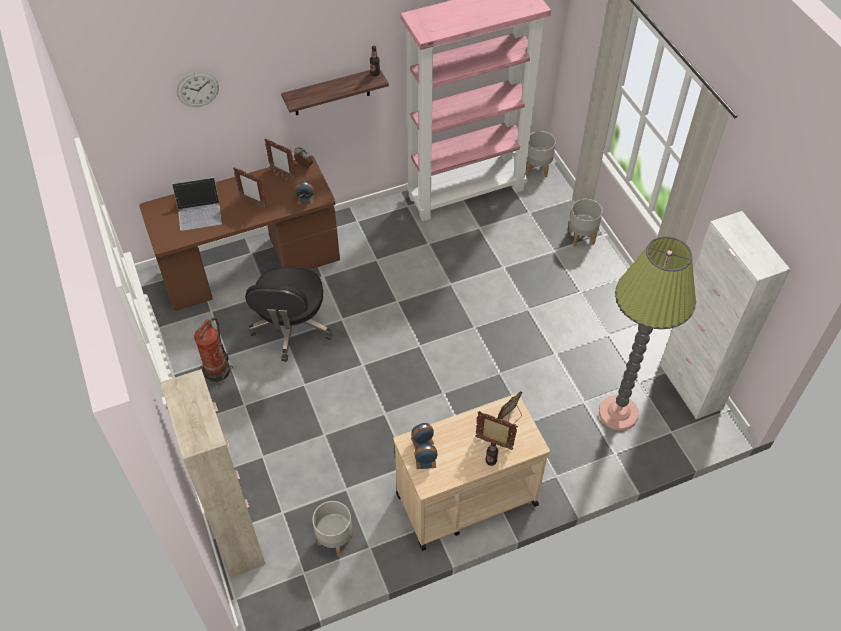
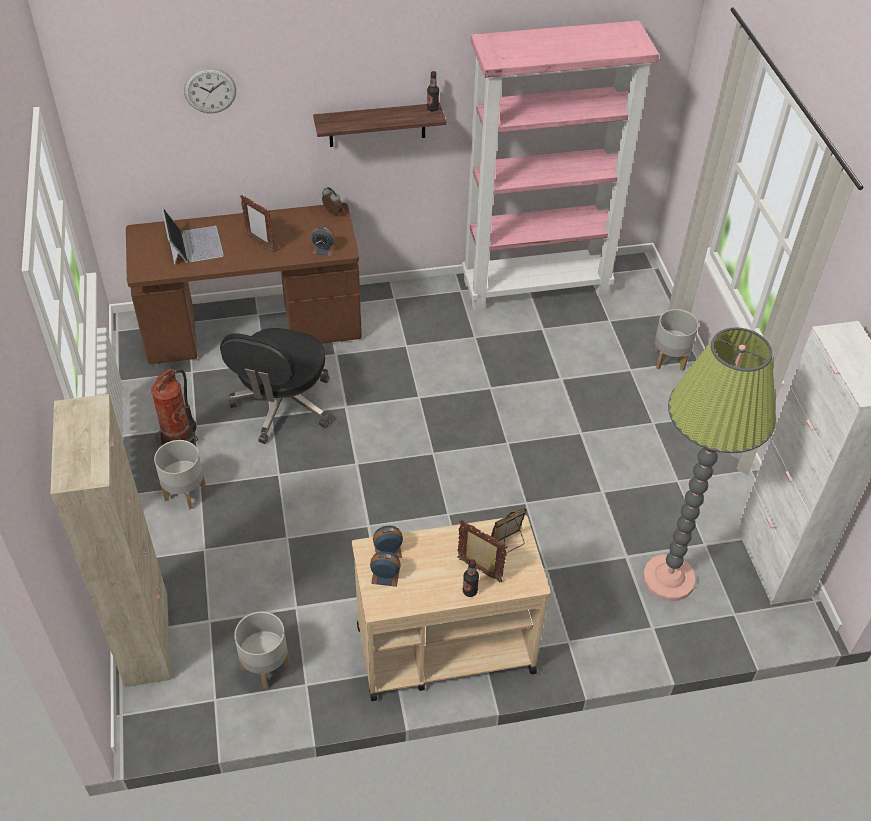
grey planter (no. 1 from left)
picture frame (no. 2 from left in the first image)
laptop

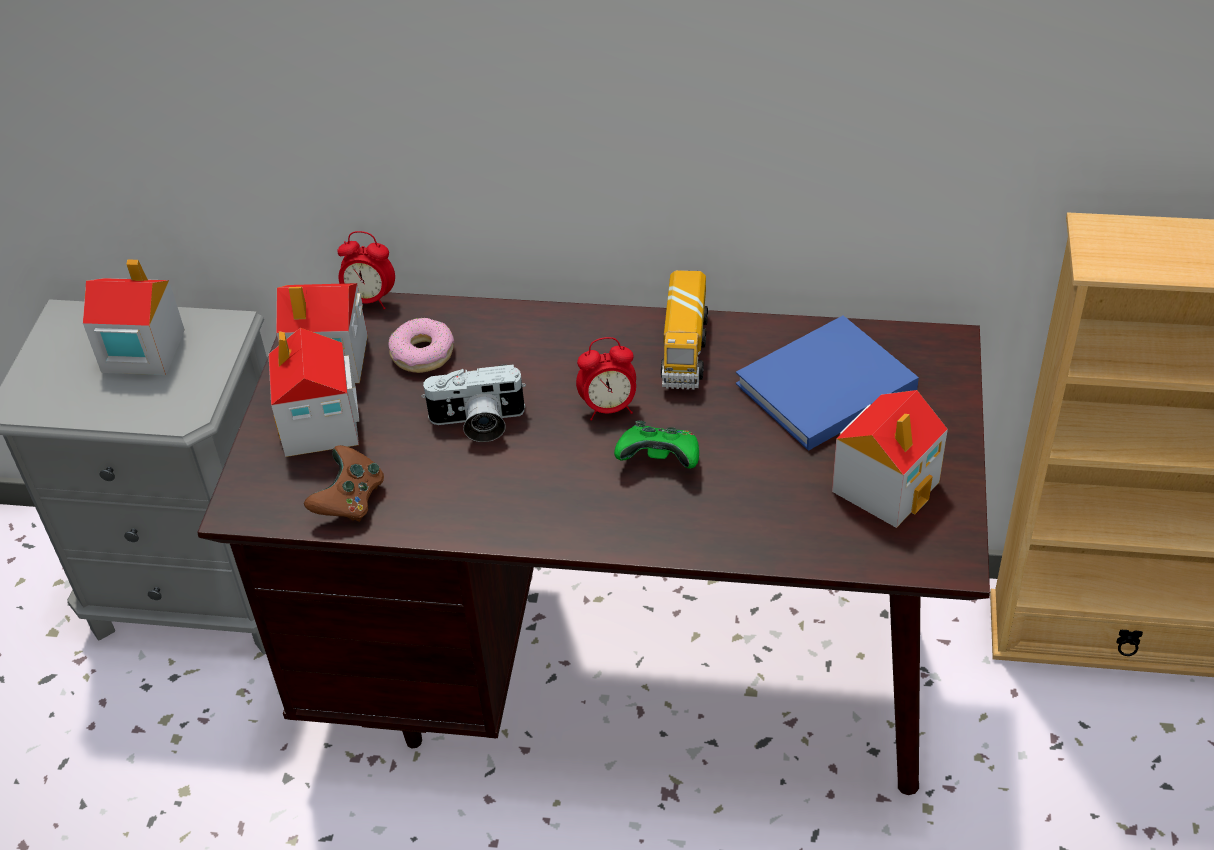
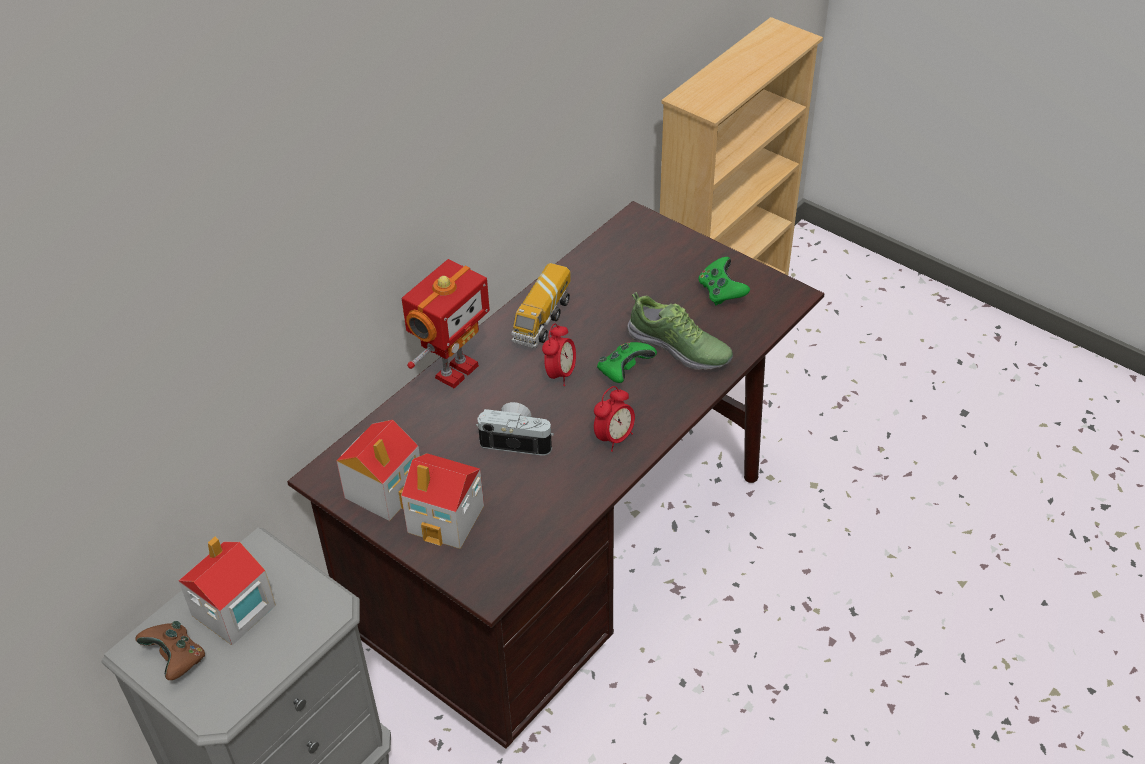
alarm clock (no. 2 from left)
toy truck
blue book
donut
photo camera
green game controller (no. 2 from left)
brown game controller
toy robot
shoe

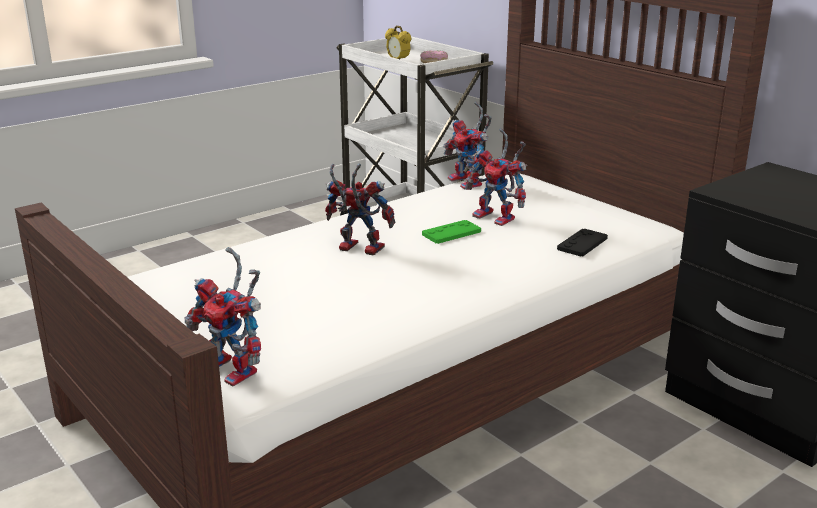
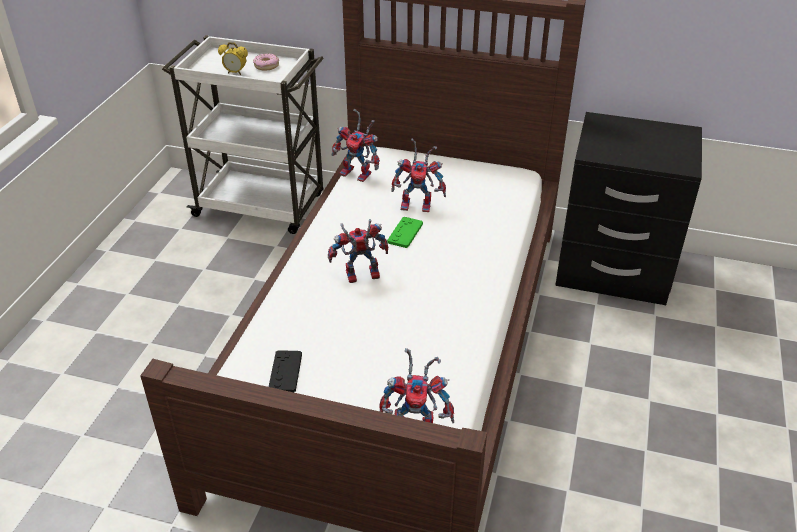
black game controller

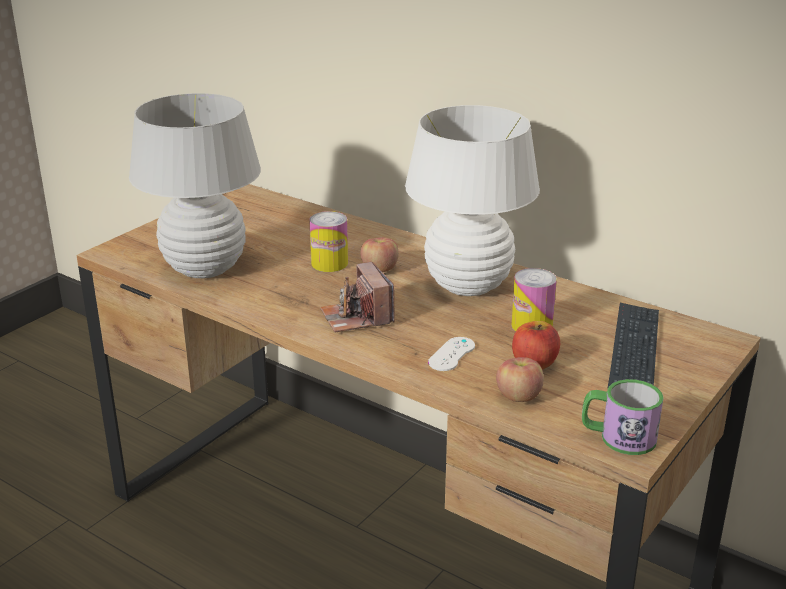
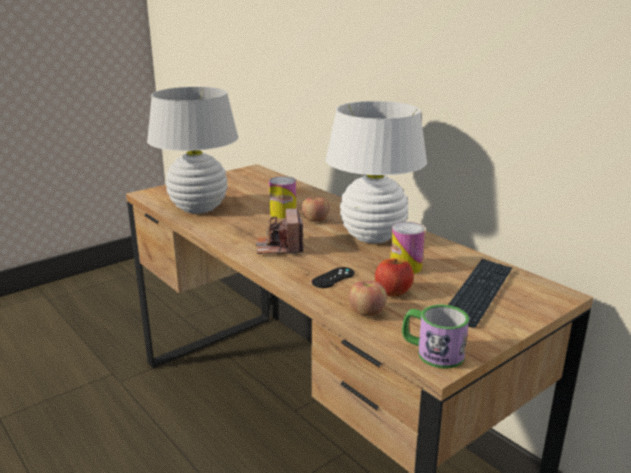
black game controller

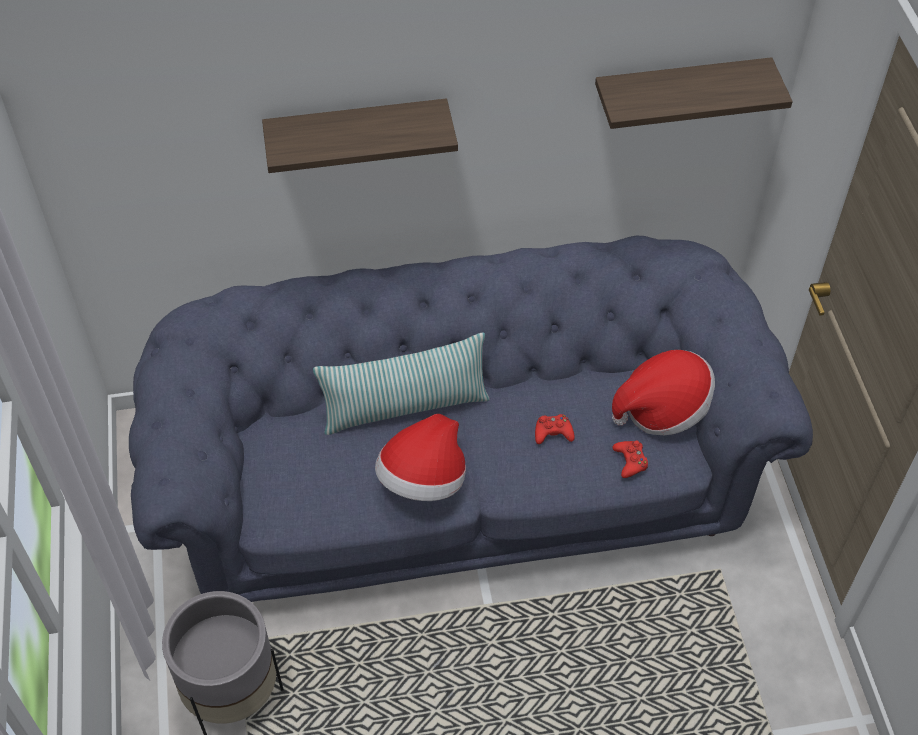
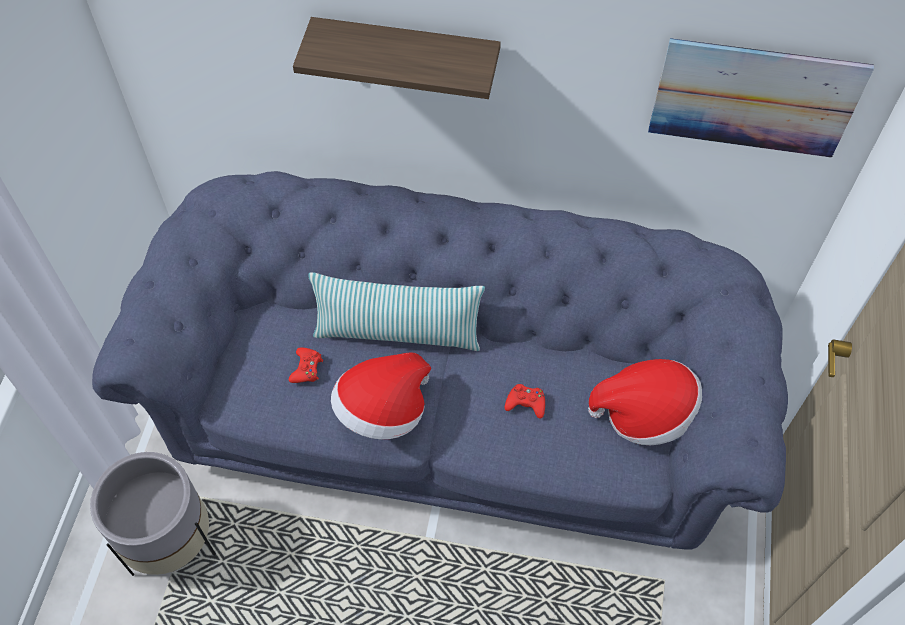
picture
red game controller (no. 1 from left)

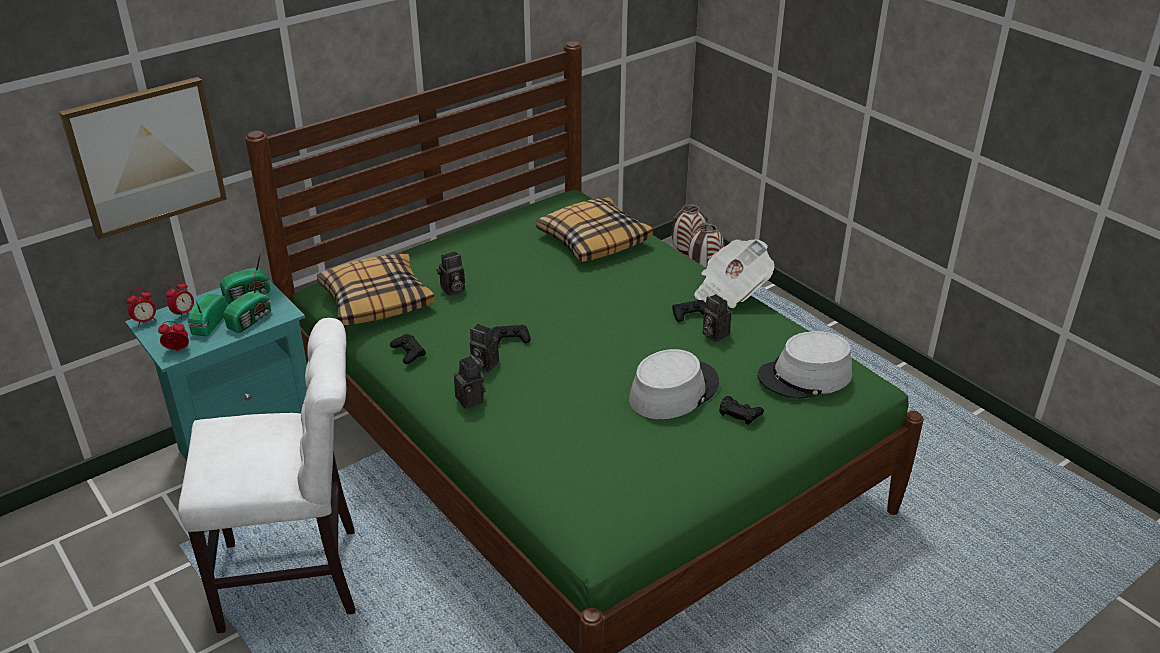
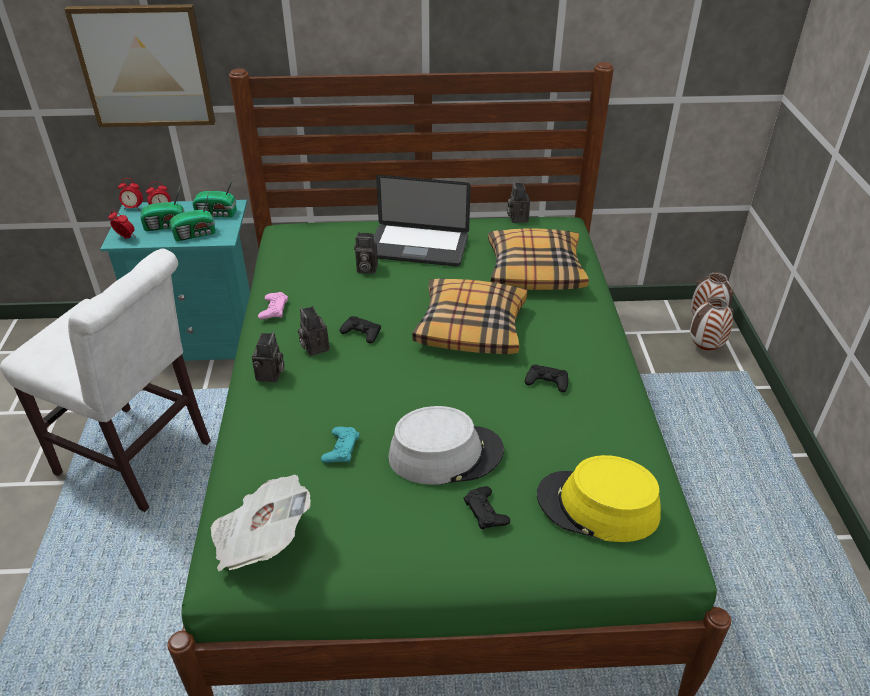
newspaper
pillow (no. 1 from left)
radio (no. 1 from left)
photo camera (no. 4 from left)
yellow hat
pink game controller
laptop
turquoise game controller

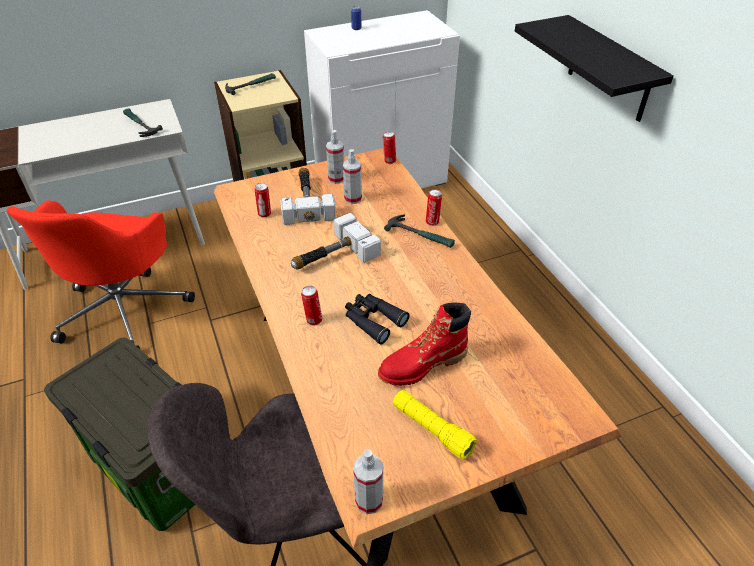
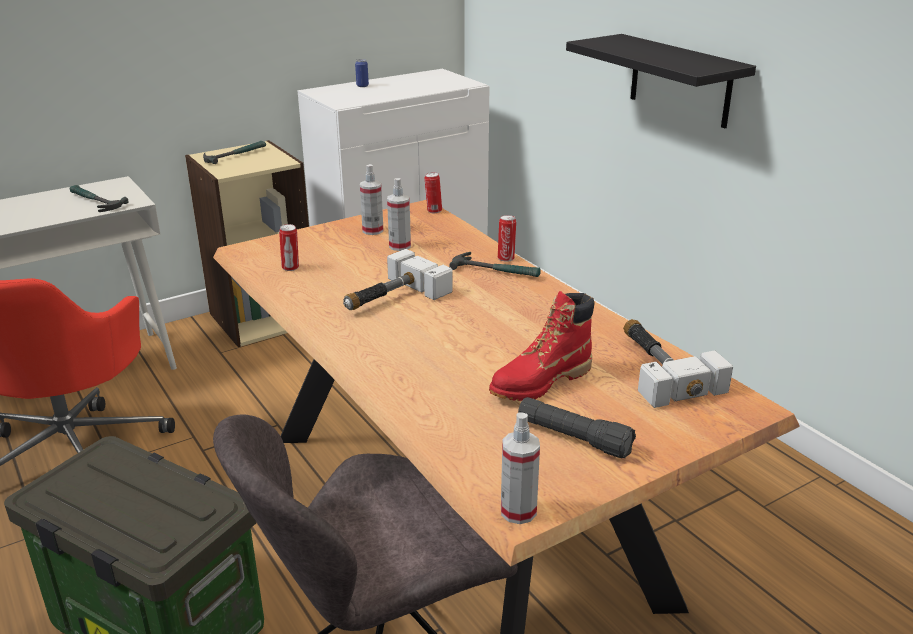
hammer (no. 5 from left)
can (no. 2 from left in the first image)
black binoculars
black flashlight

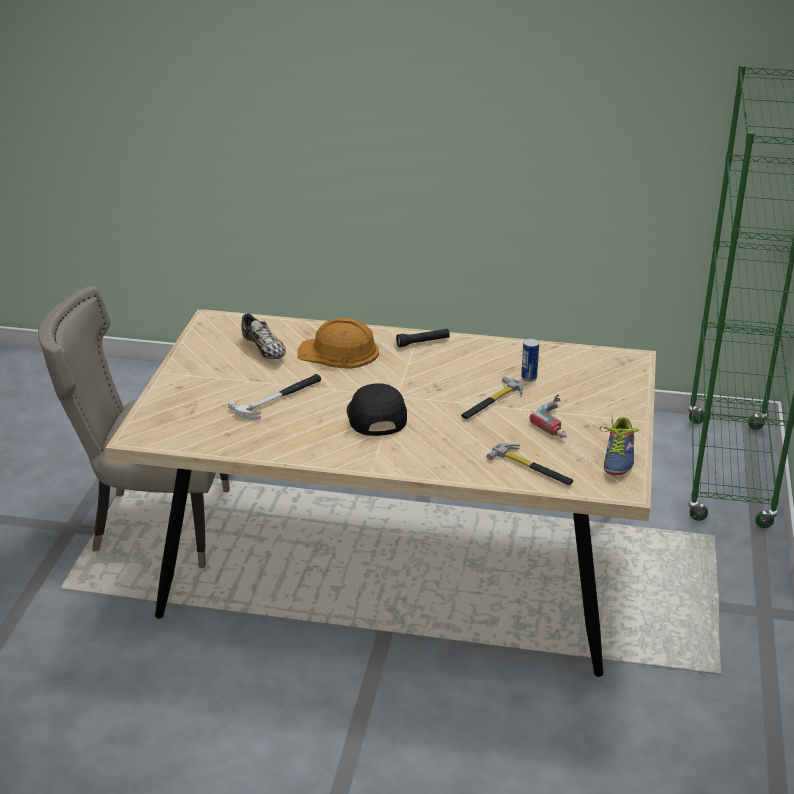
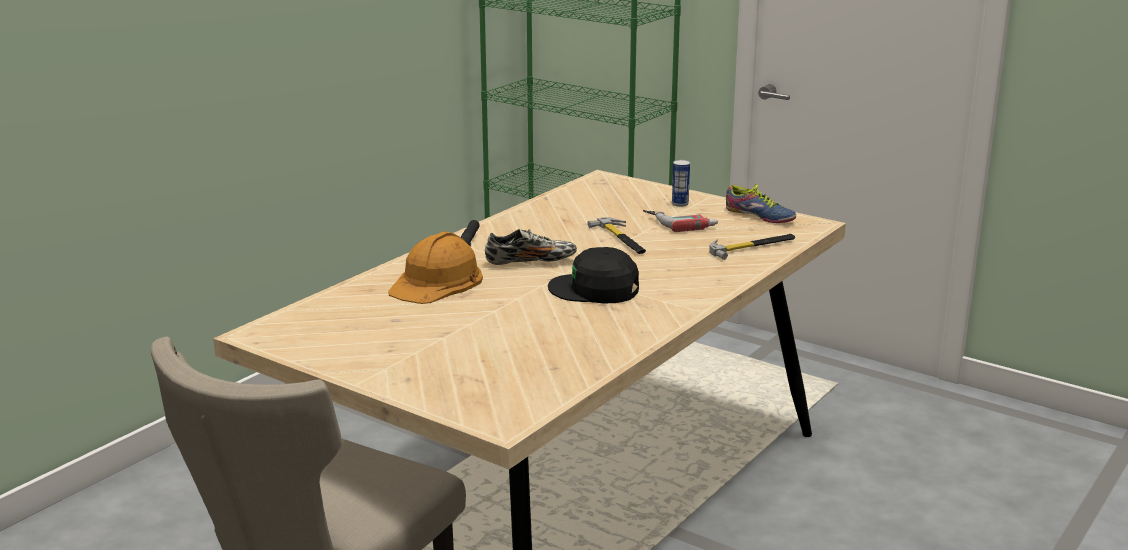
shoe (no. 1 from left)
can
hammer (no. 1 from left in the first image)

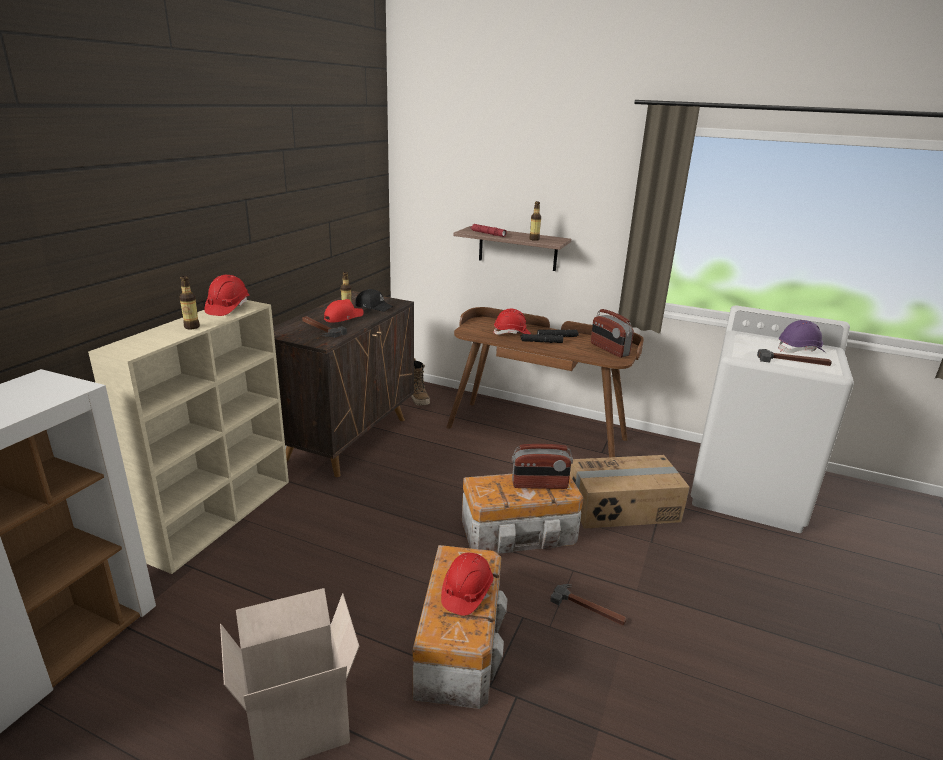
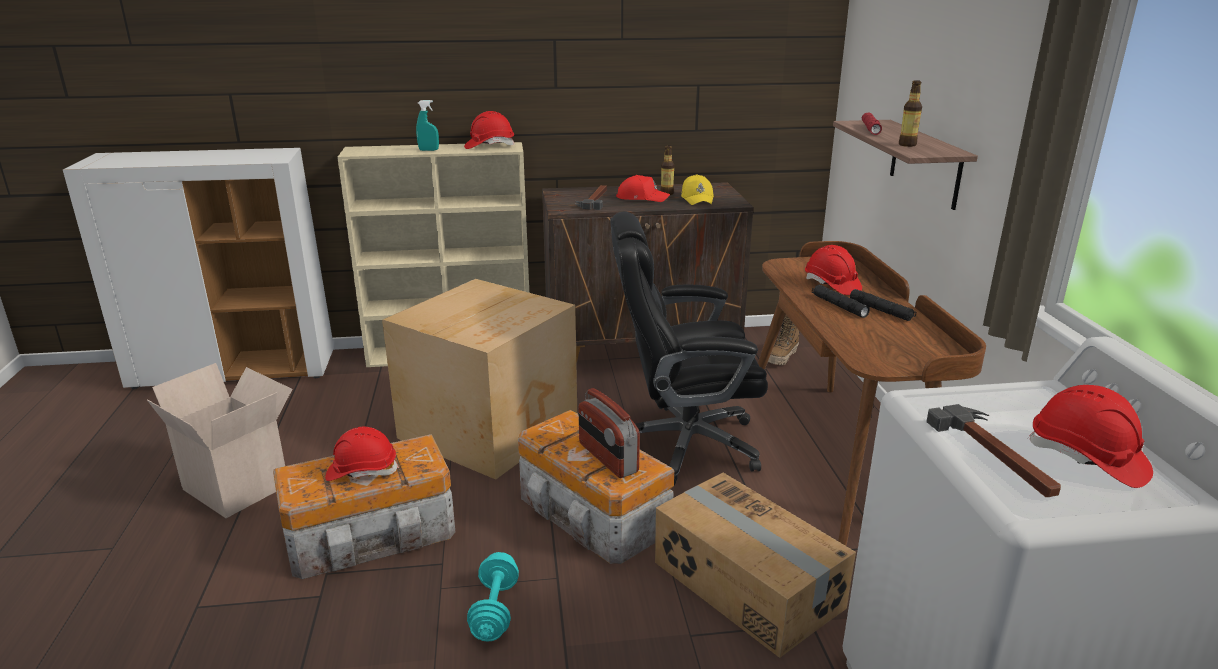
turquoise spray bottle
yellow cap
radio (no. 2 from left in the first image)
red hard hat (no. 4 from left)
turquoise dumbbell
black office chair
cardboard box (no. 2 from left)

